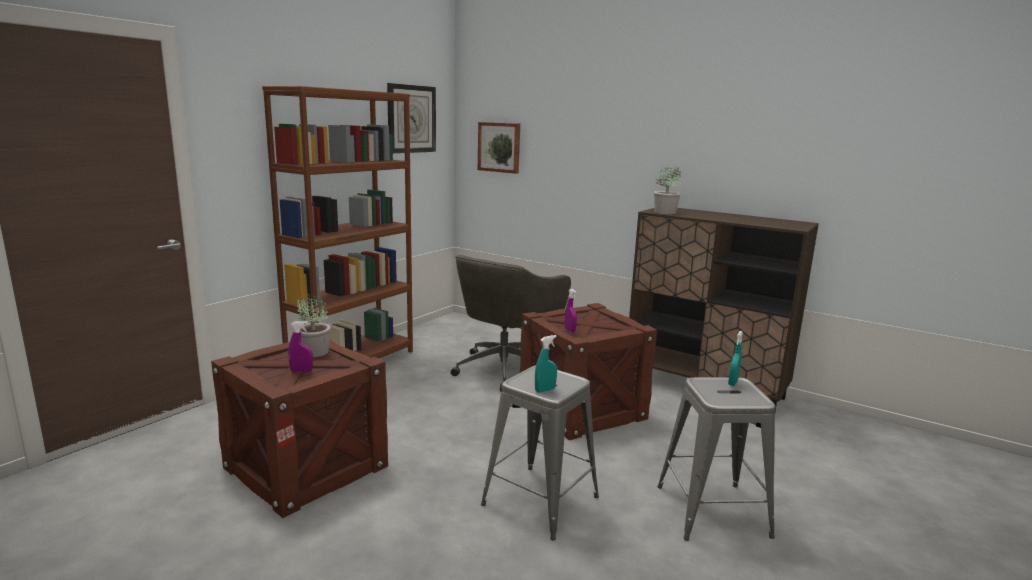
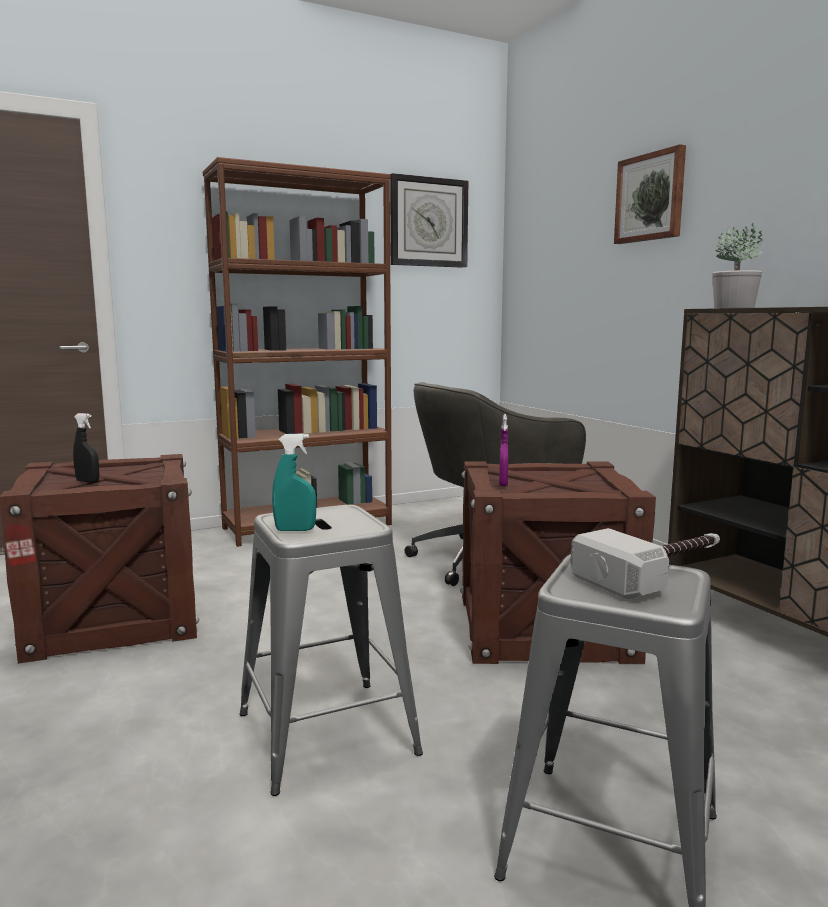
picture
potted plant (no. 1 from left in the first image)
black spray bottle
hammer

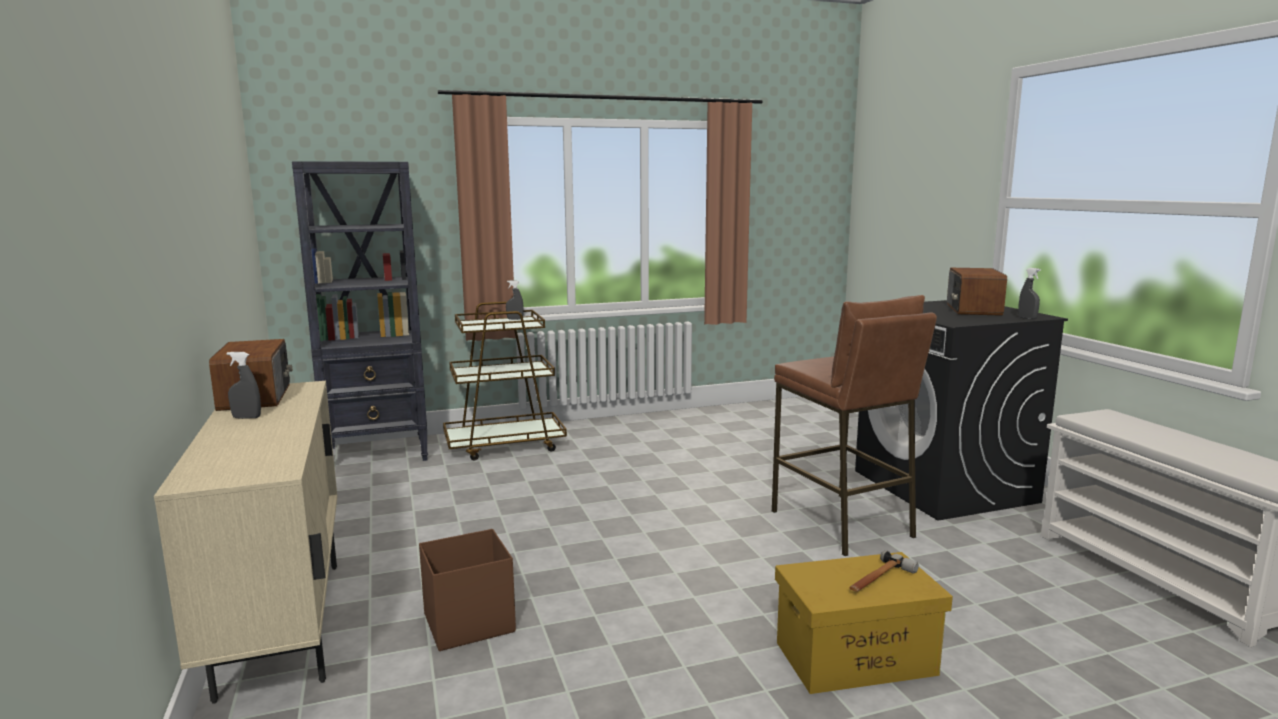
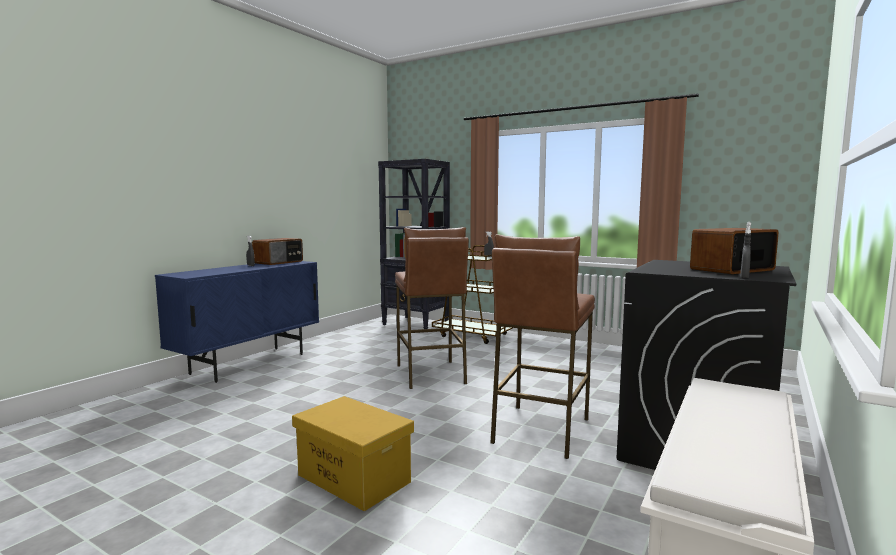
blue cabinet
brown storage box
hammer
brown stool (no. 1 from left)

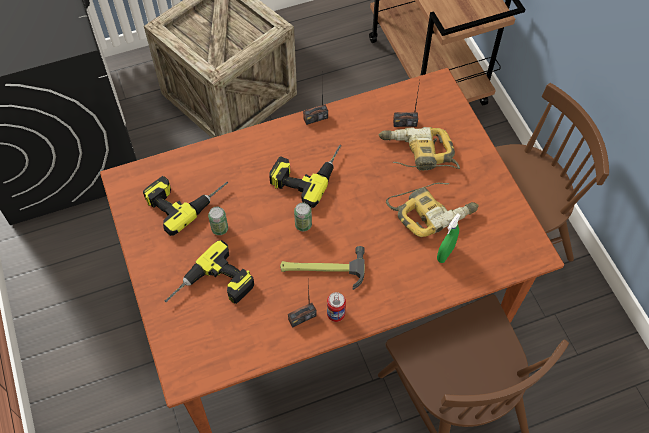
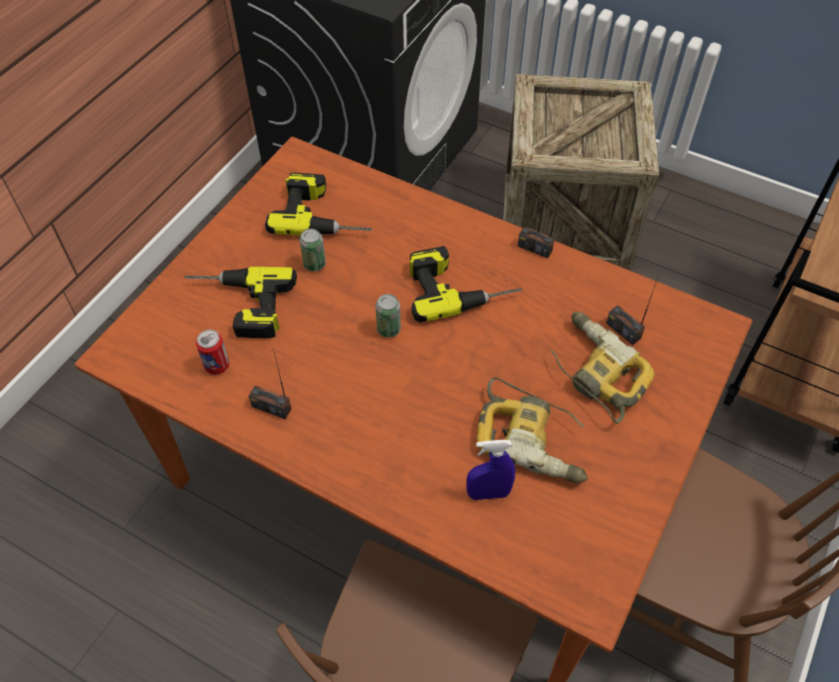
blue spray bottle
hammer
can (no. 1 from left)

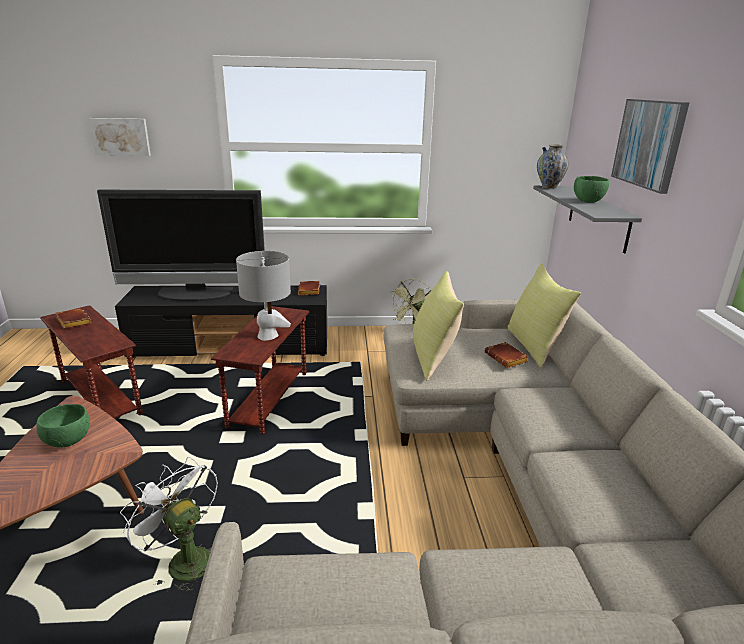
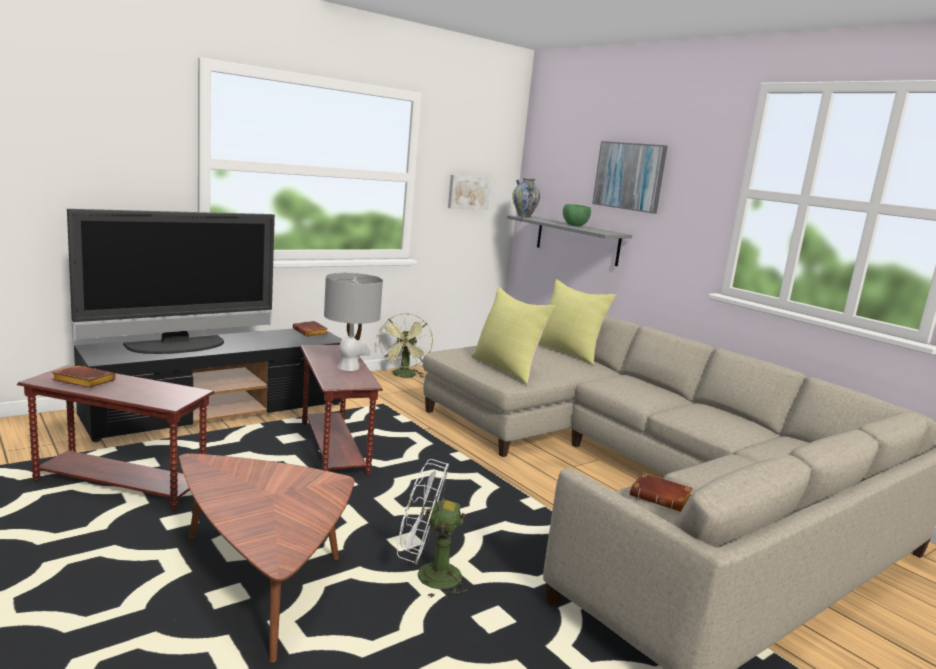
picture (no. 1 from left)
brown book (no. 3 from left)
green bowl (no. 1 from left in the first image)

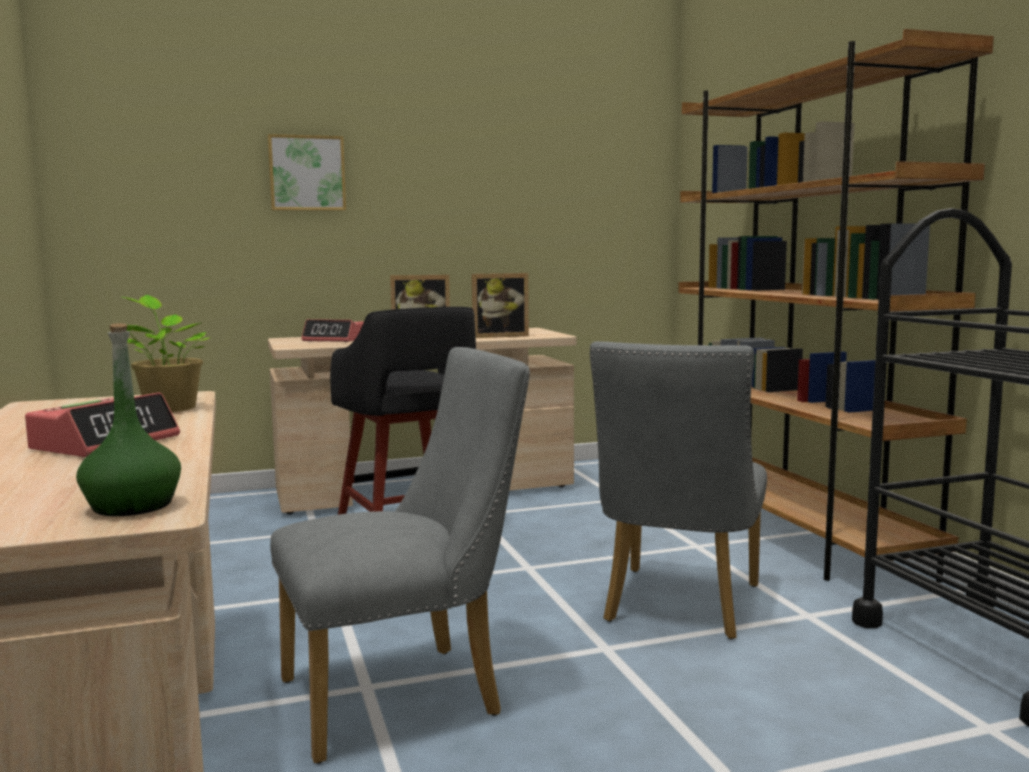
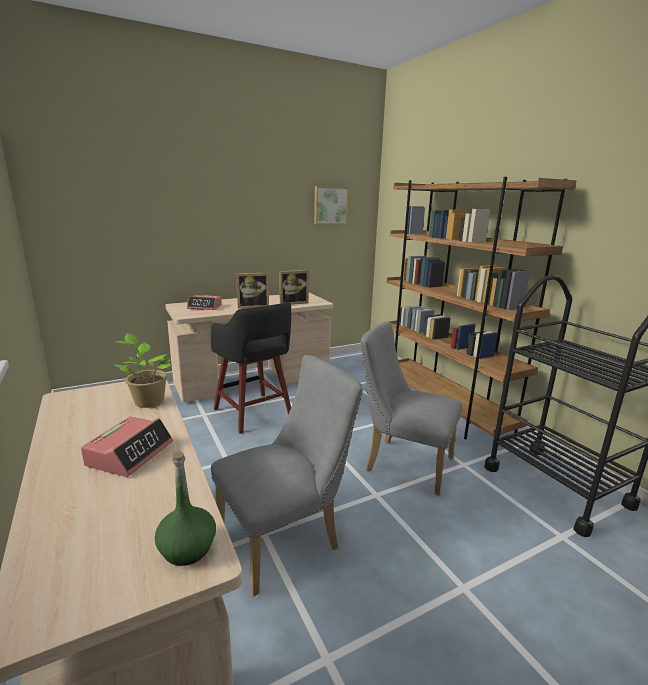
picture
grey chair (no. 2 from left)

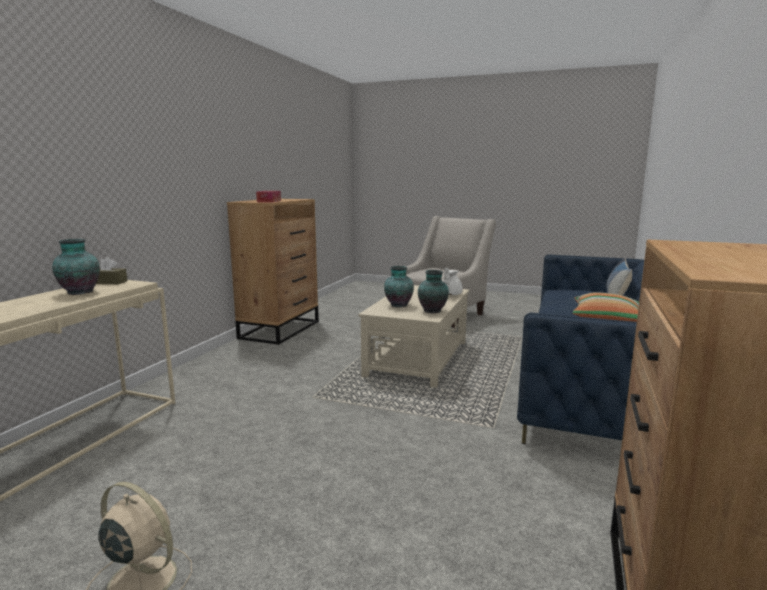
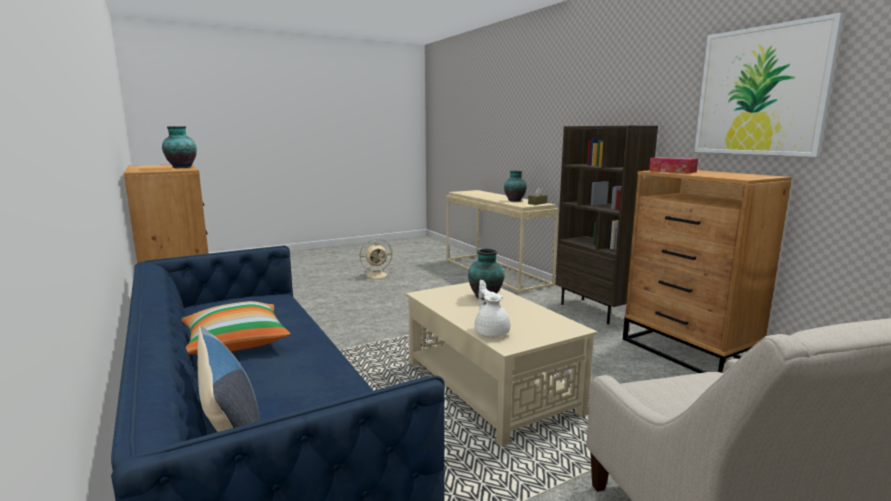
vase (no. 1 from left)
picture
brown bookcase

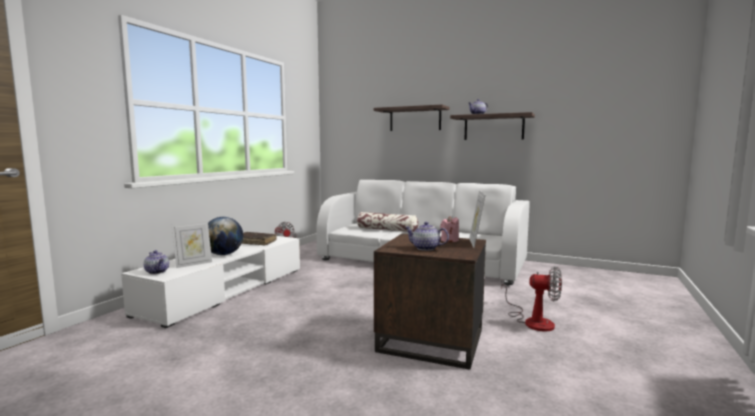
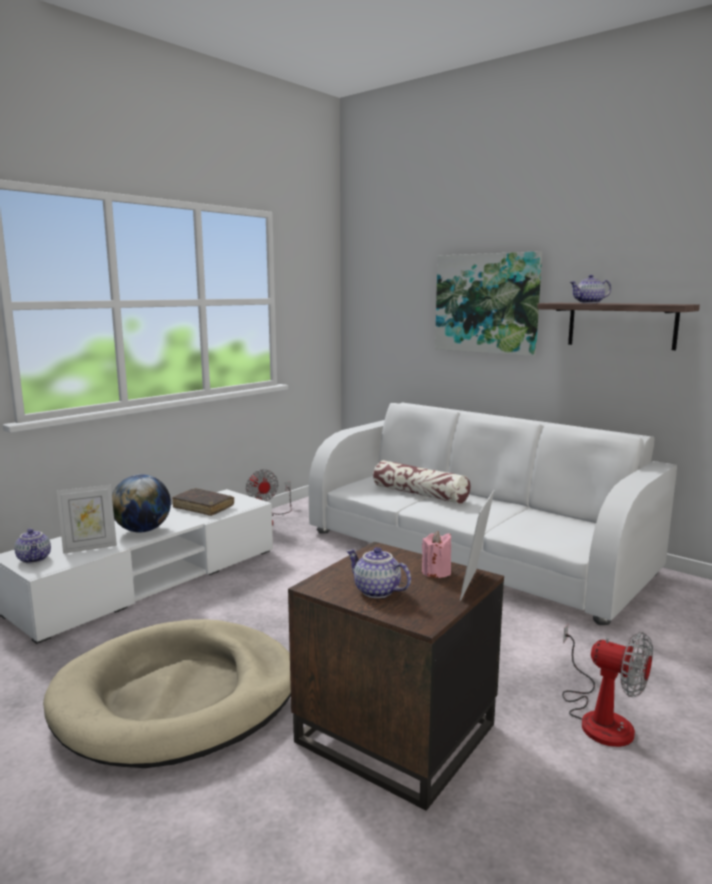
picture
beige dog bed

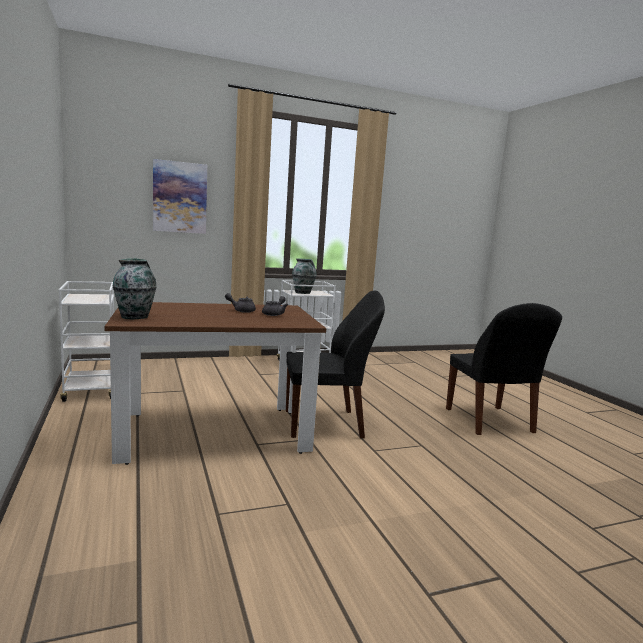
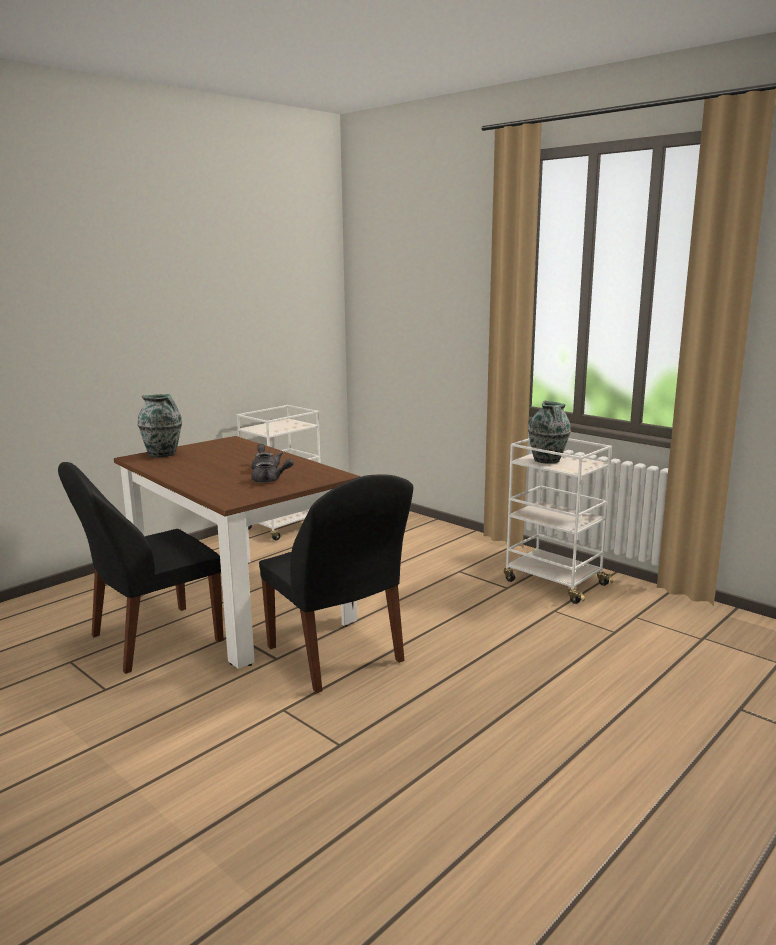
picture
black chair (no. 1 from left)

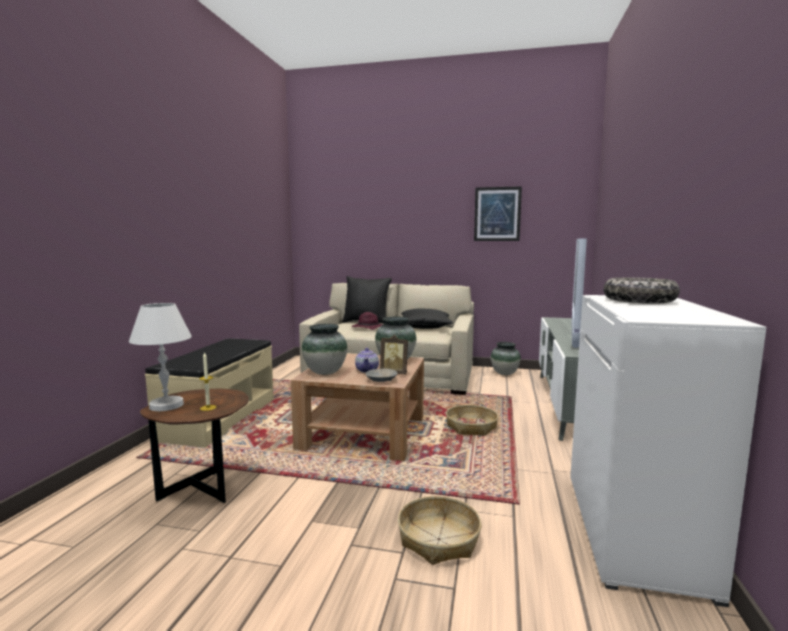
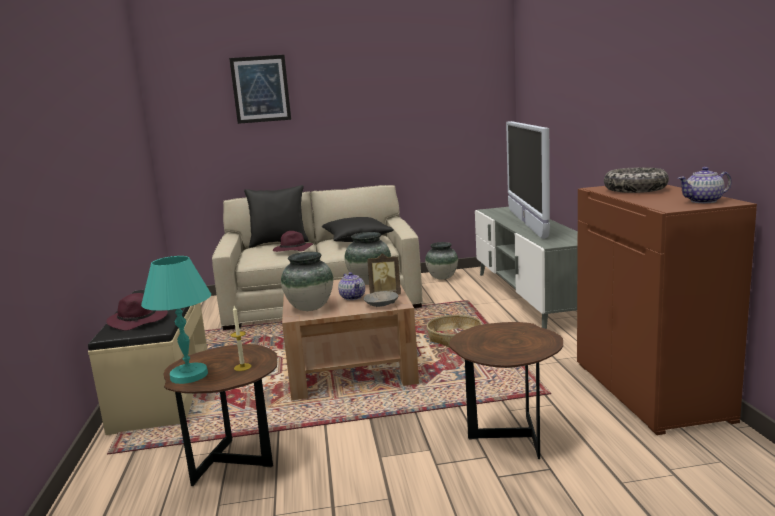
picture
brown cabinet
turquoise table lamp
brown side table (no. 2 from left)
teapot (no. 2 from left)
purple hat (no. 1 from left)

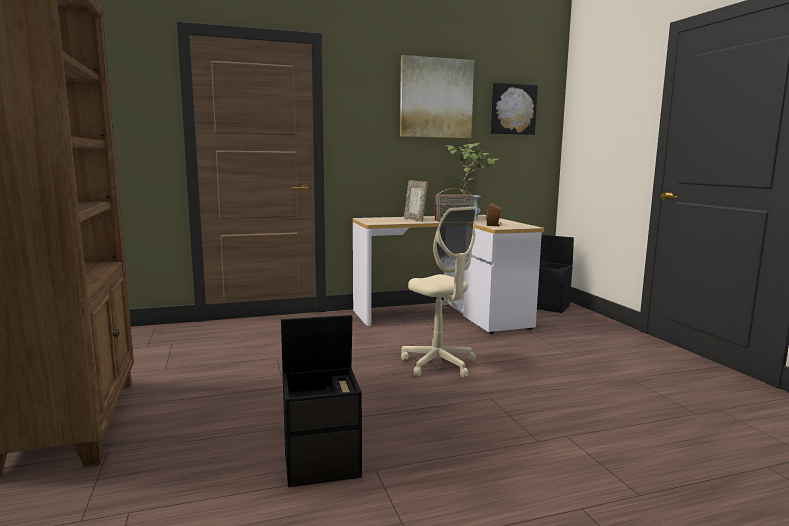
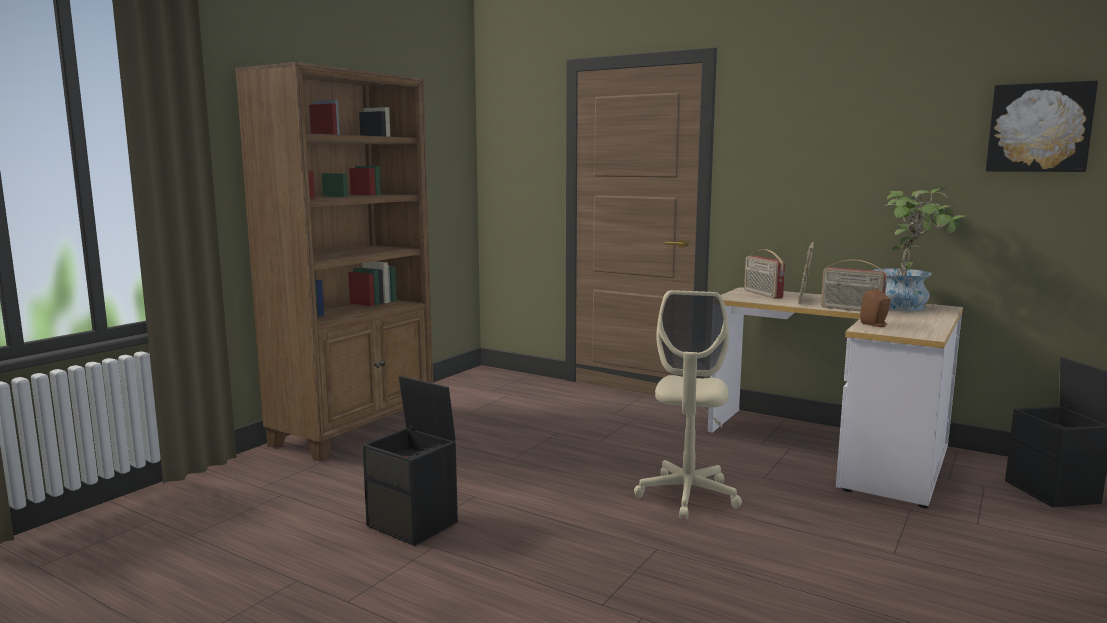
picture (no. 1 from left in the first image)
radio (no. 1 from left)

